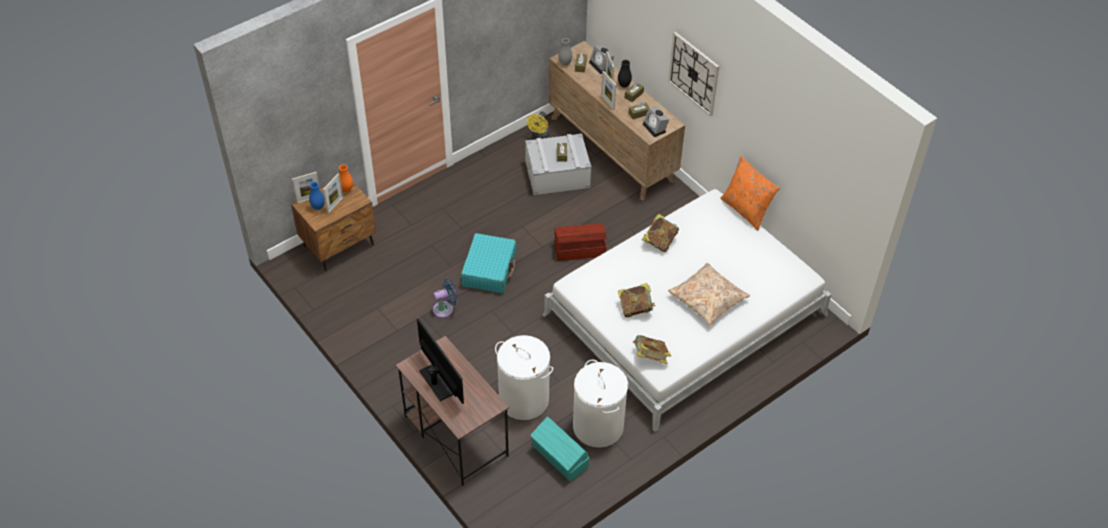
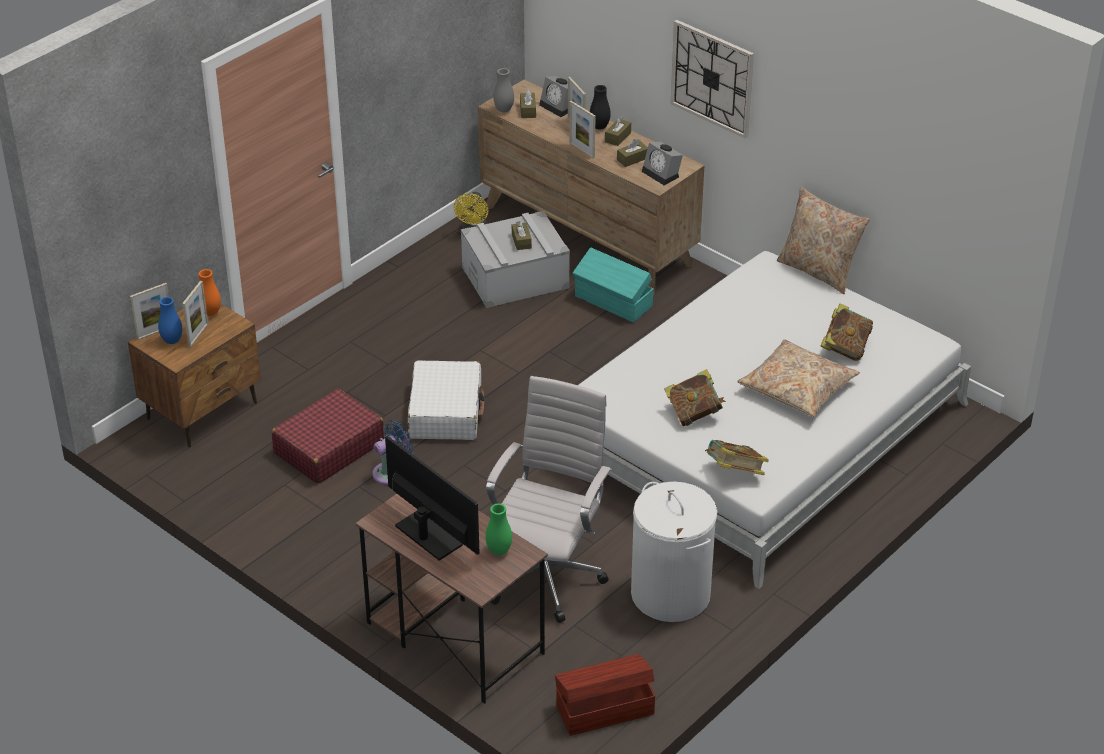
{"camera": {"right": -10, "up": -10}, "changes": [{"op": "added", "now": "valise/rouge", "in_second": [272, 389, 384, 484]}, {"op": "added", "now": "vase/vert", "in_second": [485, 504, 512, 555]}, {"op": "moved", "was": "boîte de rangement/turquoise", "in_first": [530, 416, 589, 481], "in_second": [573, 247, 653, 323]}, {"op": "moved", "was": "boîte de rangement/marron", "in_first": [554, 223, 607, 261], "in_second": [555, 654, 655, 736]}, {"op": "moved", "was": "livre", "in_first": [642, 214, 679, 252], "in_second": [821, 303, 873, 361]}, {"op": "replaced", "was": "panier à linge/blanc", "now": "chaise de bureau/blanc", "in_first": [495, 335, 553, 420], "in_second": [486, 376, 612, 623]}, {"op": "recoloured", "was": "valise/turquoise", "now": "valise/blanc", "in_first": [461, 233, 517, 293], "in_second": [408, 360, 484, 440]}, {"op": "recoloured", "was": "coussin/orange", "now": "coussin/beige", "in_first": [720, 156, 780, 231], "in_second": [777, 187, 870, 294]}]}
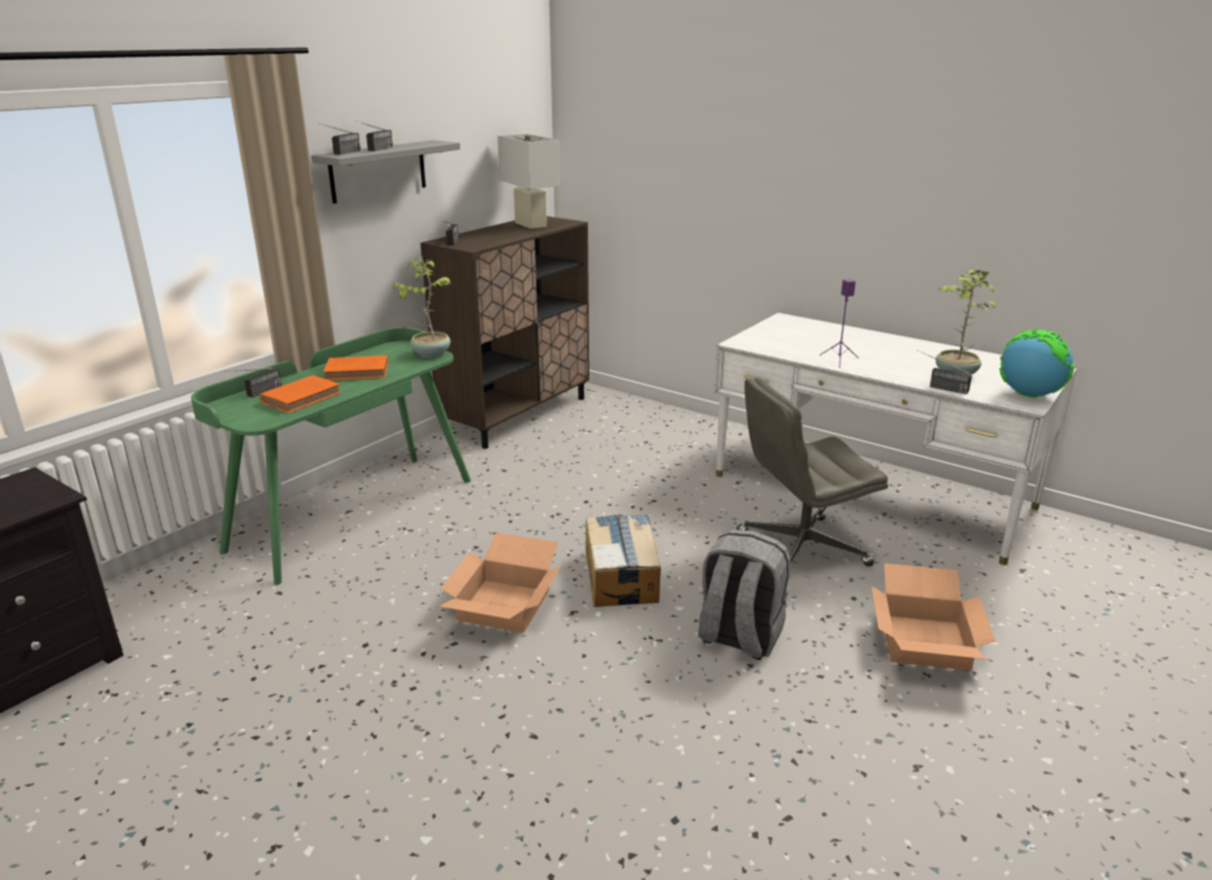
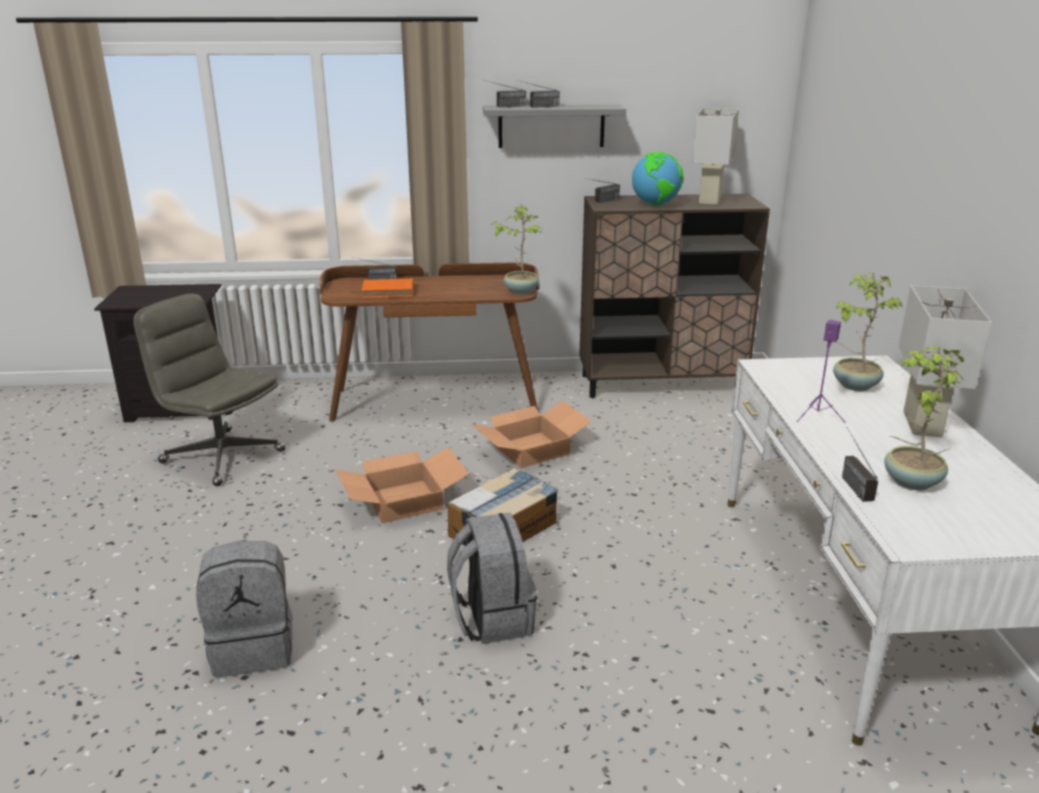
{"camera": {"right": 50, "up": 0}, "changes": [{"op": "removed", "was": "livre/orange", "in_first": [323, 355, 388, 380]}, {"op": "added", "now": "sac à dos/gris", "in_second": [196, 541, 292, 677]}, {"op": "added", "now": "plante en pot", "in_second": [833, 272, 902, 391]}, {"op": "added", "now": "lampe de table/blanc", "in_second": [899, 285, 992, 437]}, {"op": "moved", "was": "chaise de bureau/gris", "in_first": [737, 377, 888, 581], "in_second": [133, 293, 286, 486]}, {"op": "moved", "was": "carton", "in_first": [871, 563, 995, 671], "in_second": [472, 401, 592, 468]}, {"op": "moved", "was": "globe", "in_first": [1000, 329, 1075, 398], "in_second": [632, 152, 683, 206]}, {"op": "recoloured", "was": "bureau/vert", "now": "bureau/marron", "in_first": [191, 327, 471, 585], "in_second": [320, 263, 539, 422]}]}
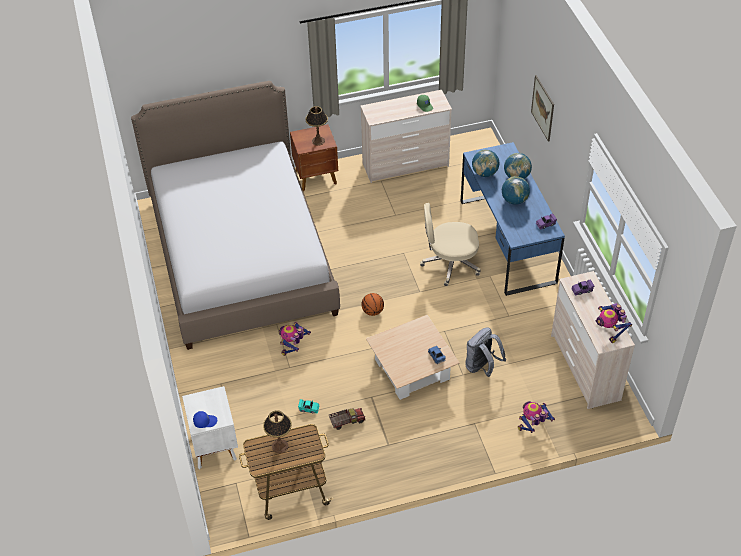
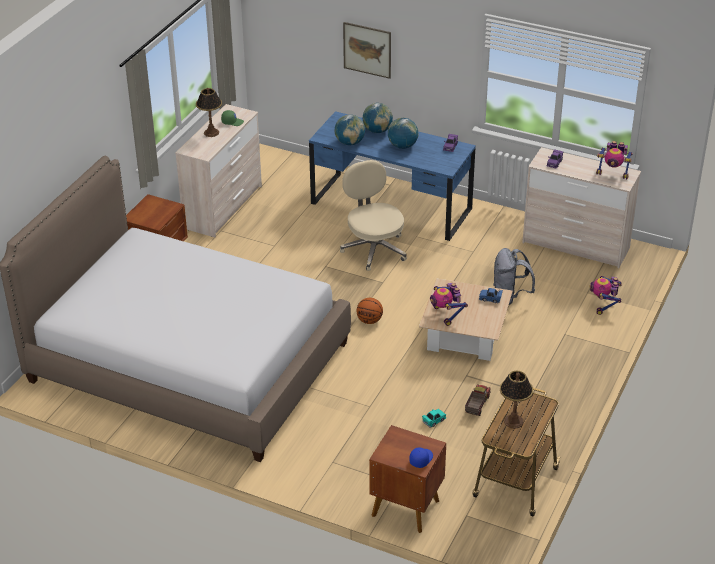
{"camera": {"right": -50, "up": -10}, "changes": [{"op": "moved", "was": "robot jouet", "in_first": [279, 322, 311, 356], "in_second": [430, 282, 468, 326]}, {"op": "moved", "was": "lampe de table", "in_first": [305, 106, 328, 146], "in_second": [196, 88, 222, 137]}, {"op": "recoloured", "was": "table de chevet/blanc", "now": "table de chevet/marron", "in_first": [182, 386, 238, 469], "in_second": [369, 425, 446, 533]}, {"op": "turned", "was": "chaise de bureau/beige", "in_first": [420, 203, 481, 286], "in_second": [340, 160, 407, 271], "clockwise": 120}]}
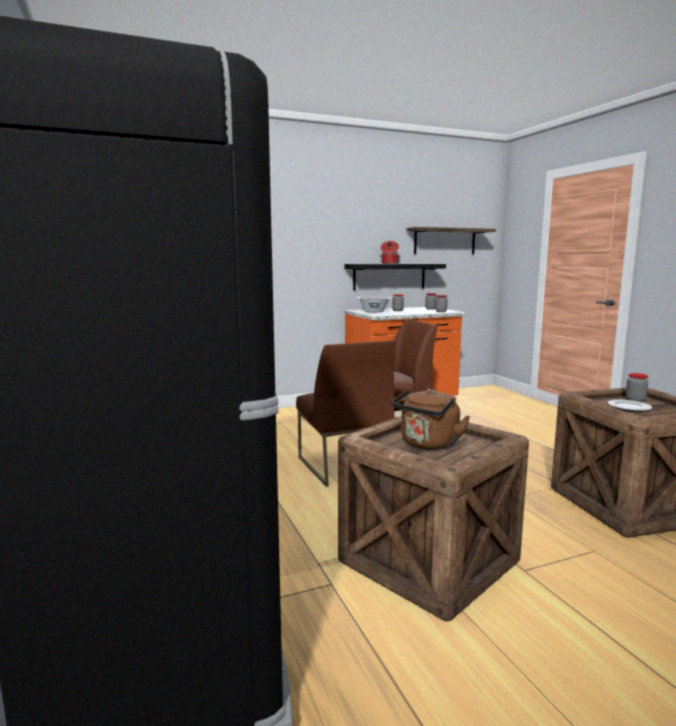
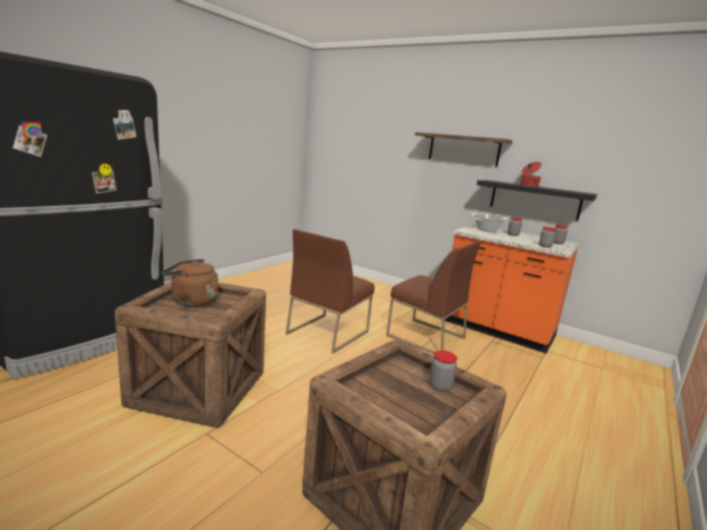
{"camera": {"right": 55, "up": 5}, "changes": [{"op": "removed", "was": "assiette", "in_first": [608, 400, 652, 412]}, {"op": "moved", "was": "étagère", "in_first": [407, 227, 496, 254], "in_second": [415, 132, 513, 167]}]}
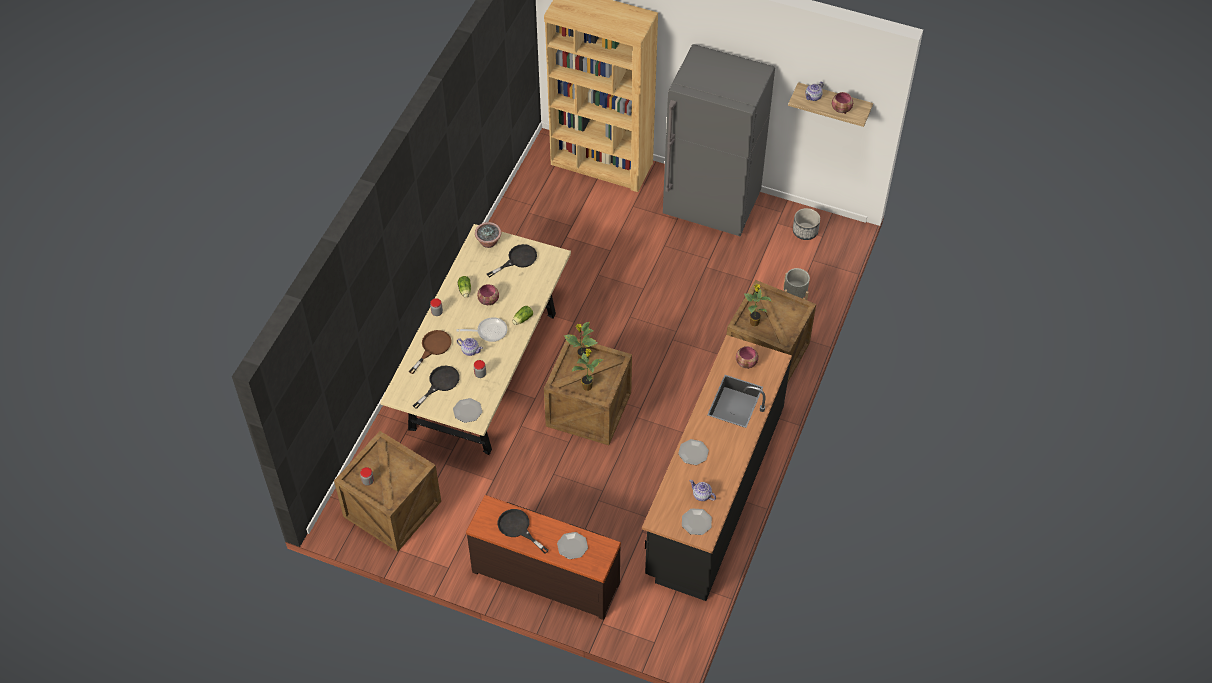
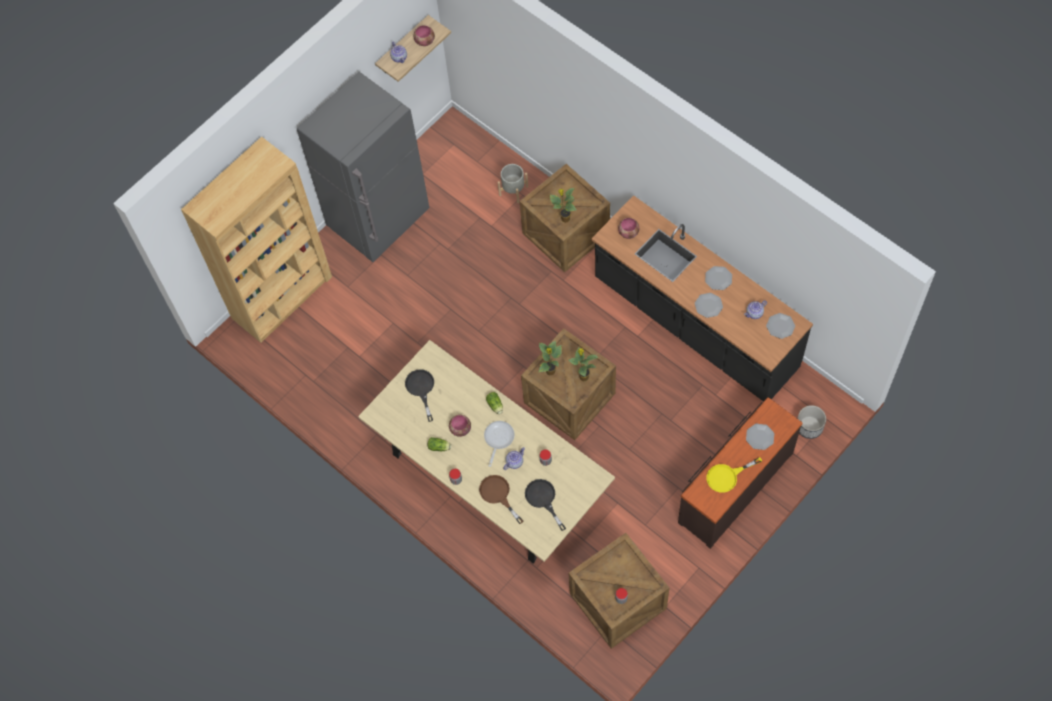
{"camera": {"right": -65, "up": 10}, "changes": [{"op": "removed", "was": "plante en pot", "in_first": [475, 222, 501, 248]}, {"op": "moved", "was": "assiette", "in_first": [453, 398, 482, 423], "in_second": [705, 266, 732, 290]}, {"op": "moved", "was": "cache-pot", "in_first": [793, 208, 820, 240], "in_second": [797, 405, 826, 439]}, {"op": "recoloured", "was": "poêle/noir", "now": "poêle/jaune", "in_first": [498, 509, 549, 554], "in_second": [706, 457, 762, 493]}]}
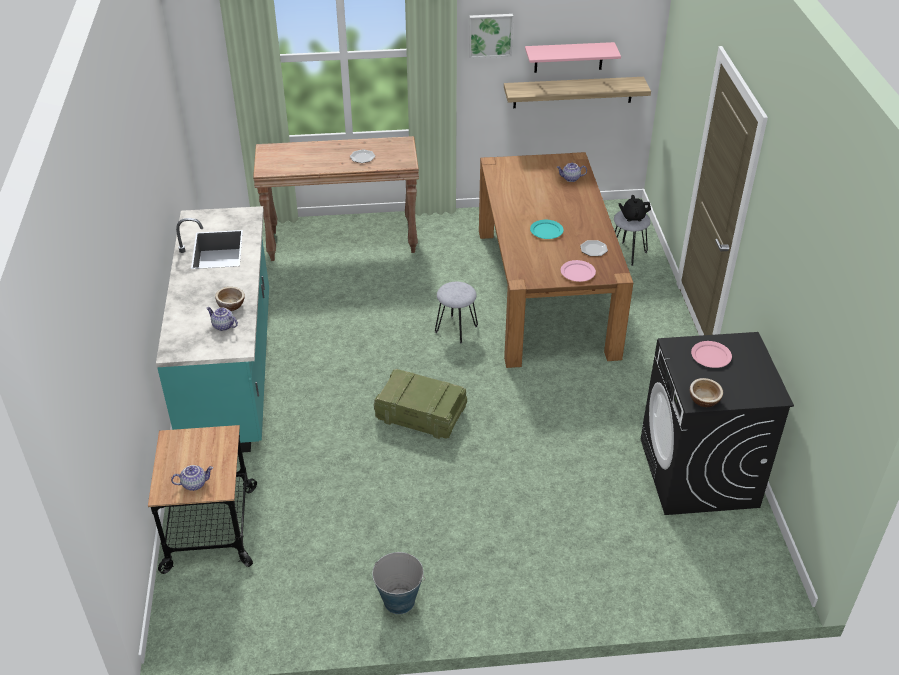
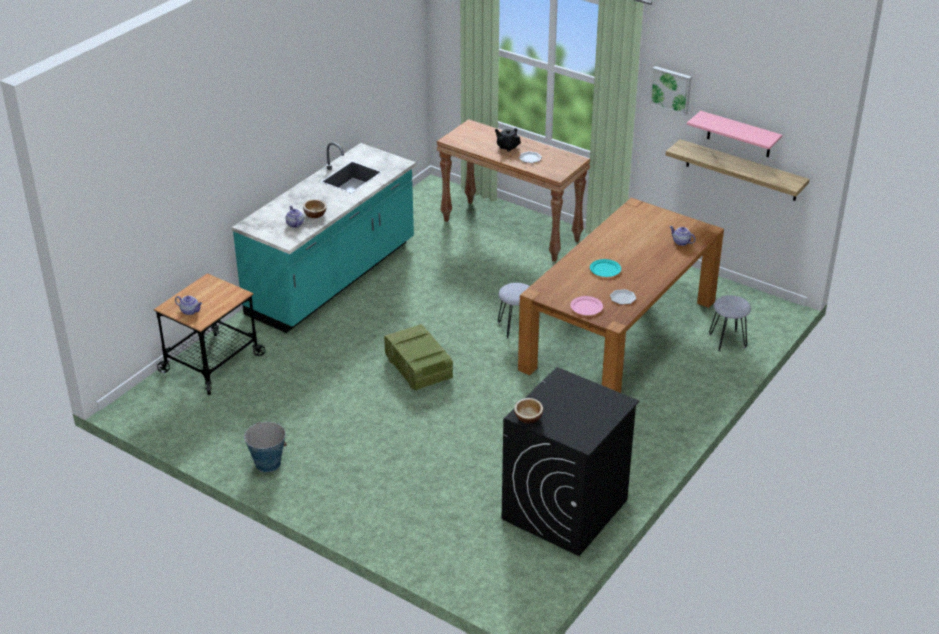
{"camera": {"right": 40, "up": -5}, "changes": [{"op": "removed", "was": "assiette/rose", "in_first": [691, 341, 732, 368]}, {"op": "moved", "was": "théière/noir", "in_first": [618, 195, 651, 222], "in_second": [495, 128, 521, 152]}]}
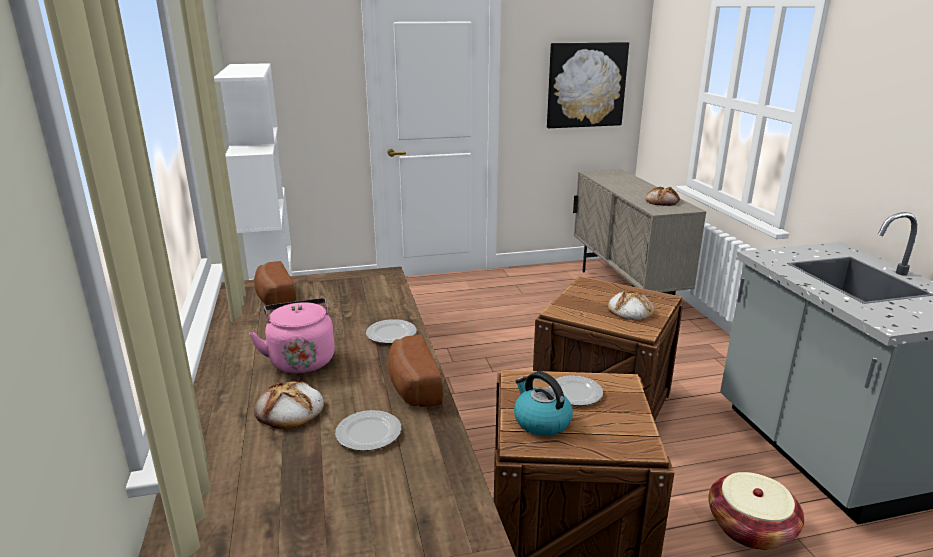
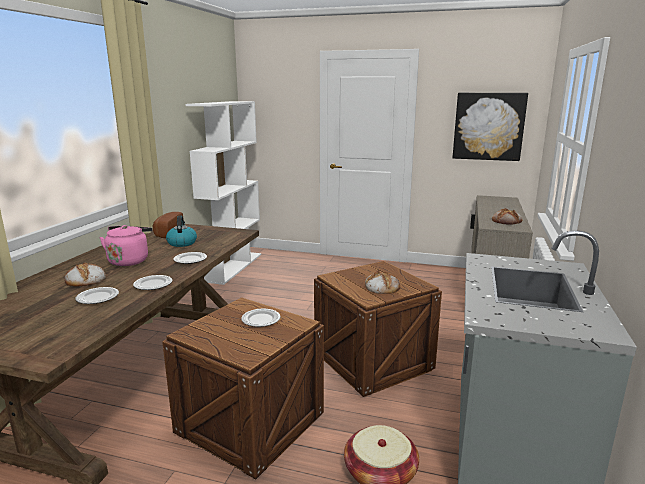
{"camera": {"right": 30, "up": -5}, "changes": [{"op": "moved", "was": "bouilloire", "in_first": [514, 371, 573, 436], "in_second": [166, 215, 197, 247]}, {"op": "replaced", "was": "pain", "now": "assiette", "in_first": [388, 335, 443, 407], "in_second": [133, 275, 172, 290]}]}
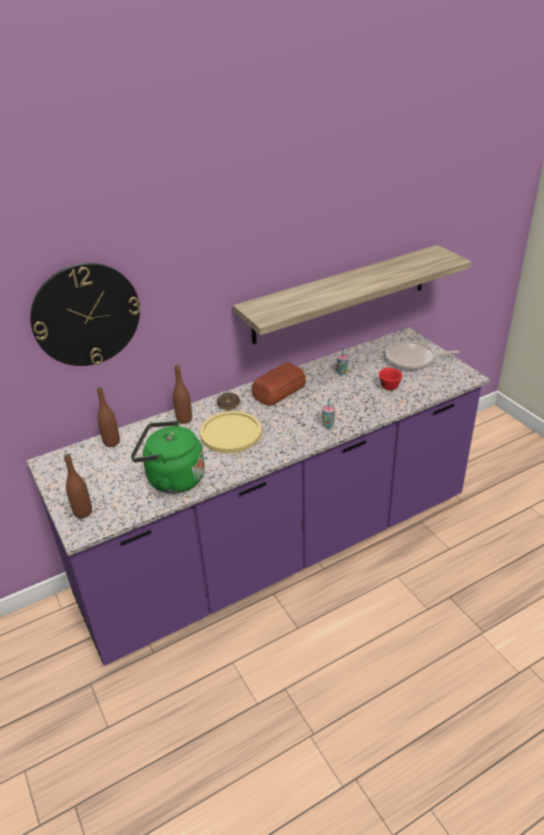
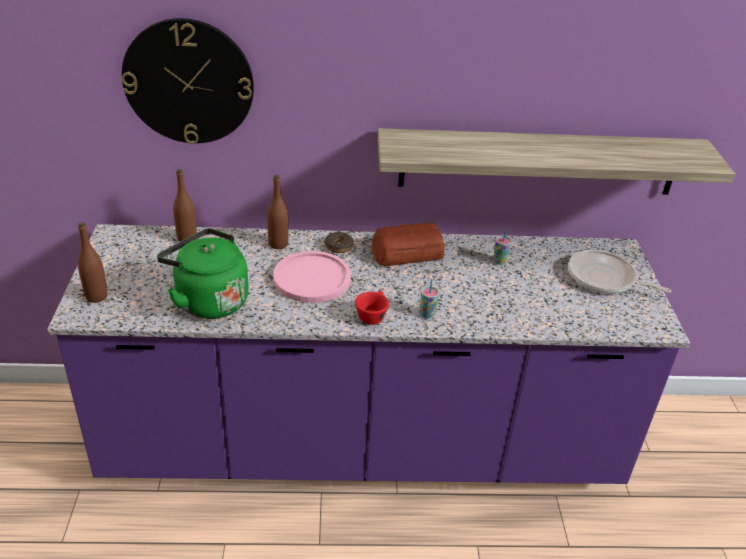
{"camera": {"right": 25, "up": 0}, "changes": [{"op": "moved", "was": "tasse/rouge", "in_first": [379, 367, 402, 390], "in_second": [355, 291, 389, 325]}, {"op": "recoloured", "was": "assiette/jaune", "now": "assiette/rose", "in_first": [200, 411, 262, 453], "in_second": [273, 251, 351, 303]}]}
